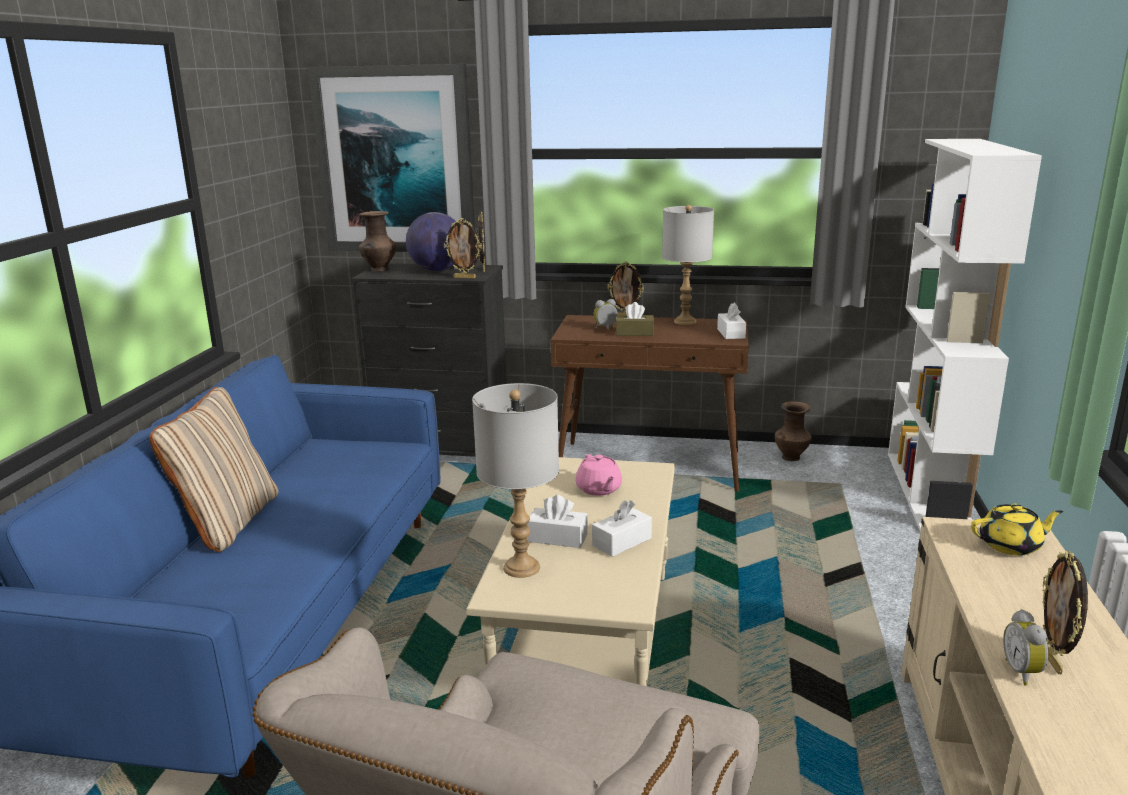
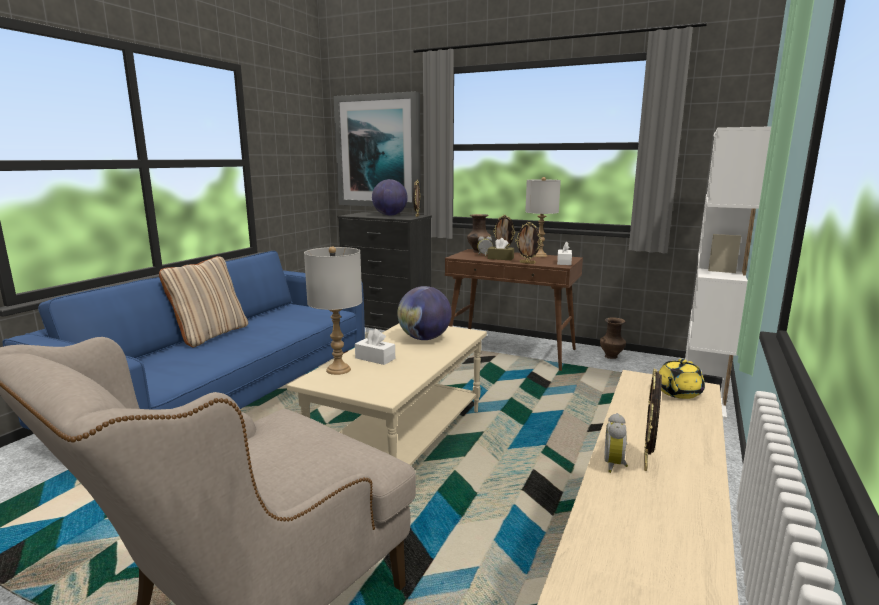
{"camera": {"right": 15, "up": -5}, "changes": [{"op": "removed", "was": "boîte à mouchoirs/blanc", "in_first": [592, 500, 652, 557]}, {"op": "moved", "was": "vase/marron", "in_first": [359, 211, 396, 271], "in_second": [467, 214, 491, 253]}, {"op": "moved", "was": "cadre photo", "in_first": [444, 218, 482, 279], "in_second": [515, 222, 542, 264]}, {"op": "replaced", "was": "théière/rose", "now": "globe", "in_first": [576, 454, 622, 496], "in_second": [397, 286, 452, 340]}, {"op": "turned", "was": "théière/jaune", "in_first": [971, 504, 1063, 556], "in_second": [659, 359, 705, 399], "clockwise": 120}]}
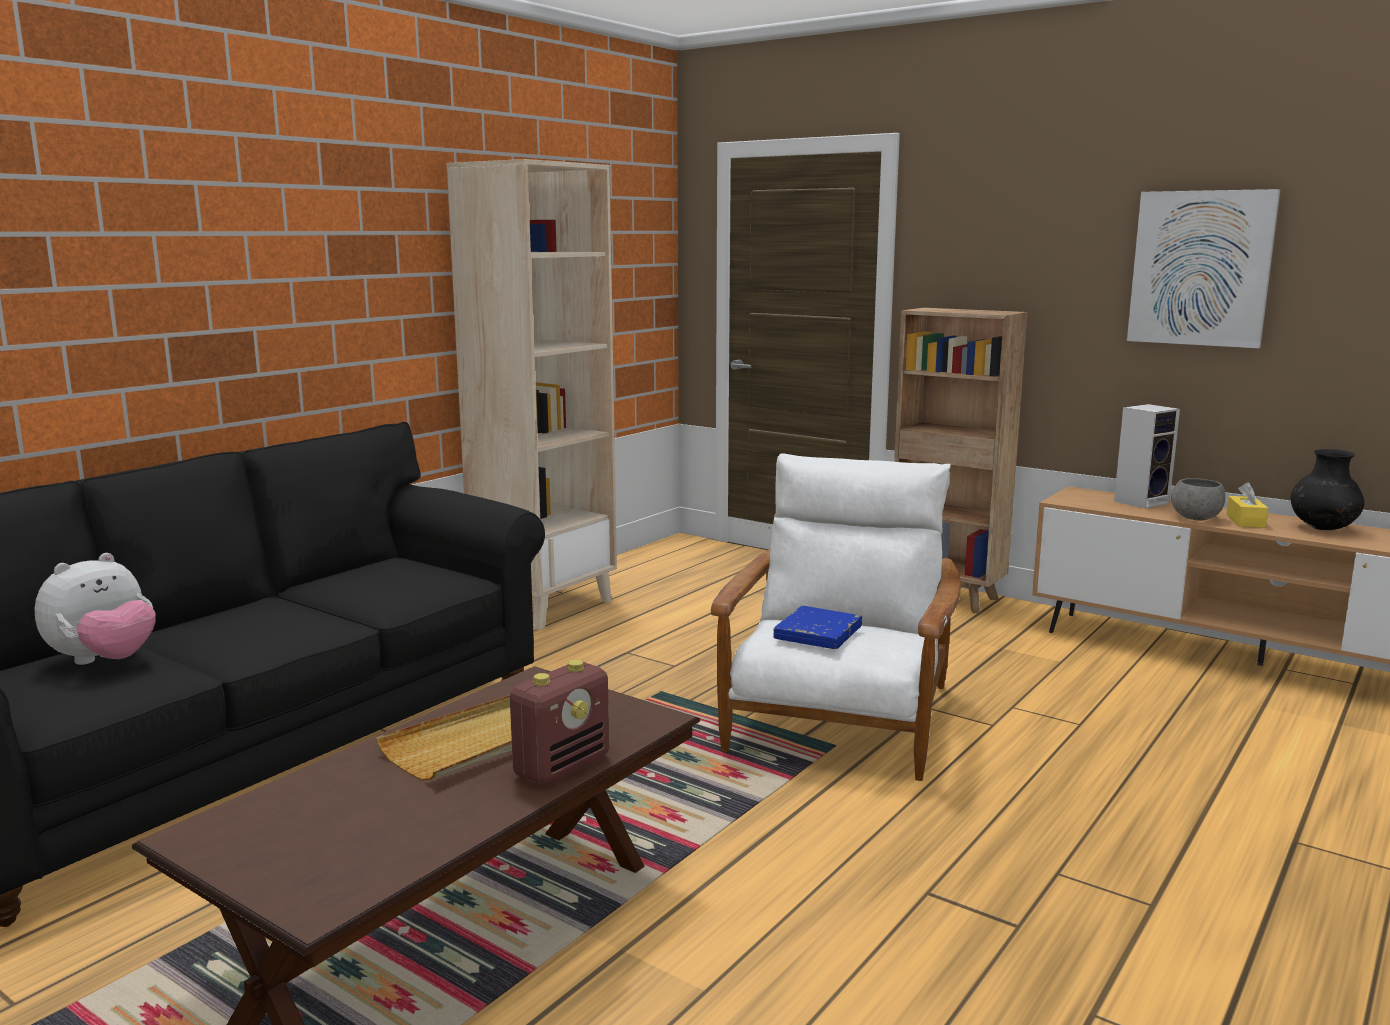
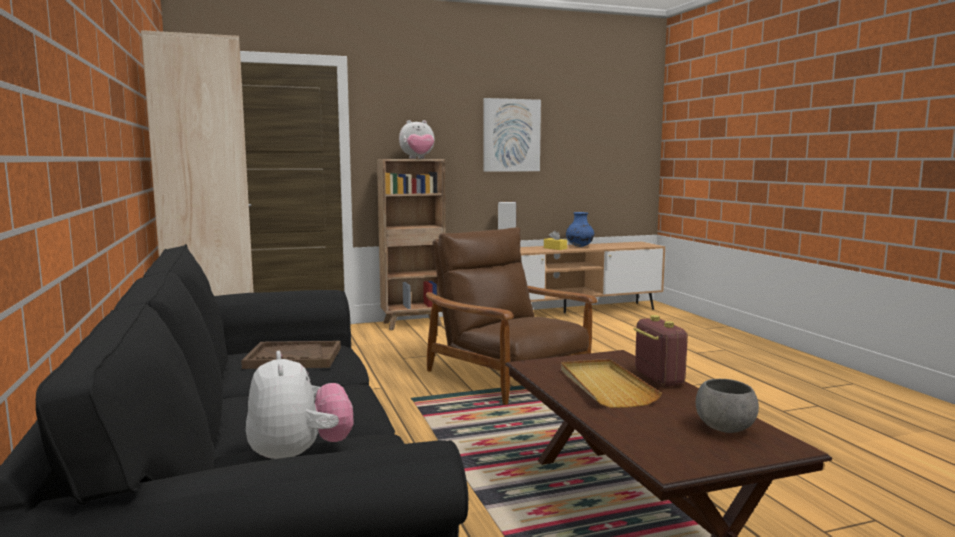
{"camera": {"right": -55, "up": -5}, "changes": [{"op": "removed", "was": "livre/bleu", "in_first": [773, 606, 862, 649]}, {"op": "added", "now": "plateau/marron", "in_second": [241, 341, 341, 369]}, {"op": "added", "now": "peluche", "in_second": [399, 120, 435, 159]}, {"op": "moved", "was": "bol/gris", "in_first": [1171, 478, 1226, 521], "in_second": [696, 379, 759, 433]}, {"op": "recoloured", "was": "fauteuil/blanc", "now": "fauteuil/marron", "in_first": [711, 453, 961, 781], "in_second": [426, 227, 597, 405]}, {"op": "recoloured", "was": "vase/noir", "now": "vase/bleu", "in_first": [1290, 449, 1365, 530], "in_second": [566, 212, 594, 247]}]}
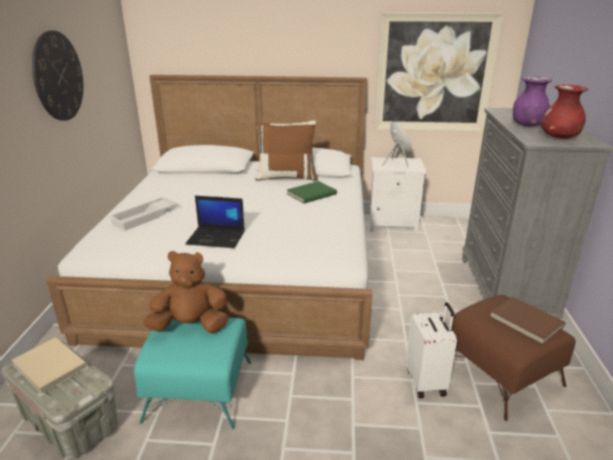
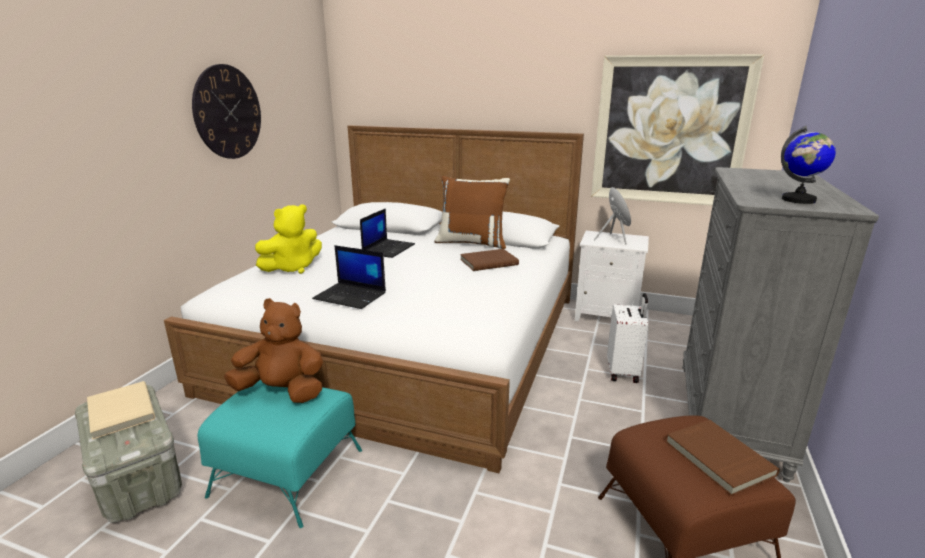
{"camera": {"right": 15, "up": -5}, "changes": [{"op": "removed", "was": "vase/violet", "in_first": [513, 77, 552, 126]}, {"op": "added", "now": "ordinateur portable", "in_second": [360, 208, 415, 258]}, {"op": "moved", "was": "valise/blanc", "in_first": [406, 302, 457, 398], "in_second": [607, 293, 648, 383]}, {"op": "replaced", "was": "plateau/blanc", "now": "peluche/jaune", "in_first": [109, 197, 178, 231], "in_second": [255, 205, 322, 274]}, {"op": "replaced", "was": "vase/rouge", "now": "globe", "in_first": [540, 84, 588, 139], "in_second": [781, 126, 836, 204]}, {"op": "recoloured", "was": "livre/vert", "now": "livre/marron", "in_first": [287, 181, 337, 203], "in_second": [460, 249, 519, 271]}]}
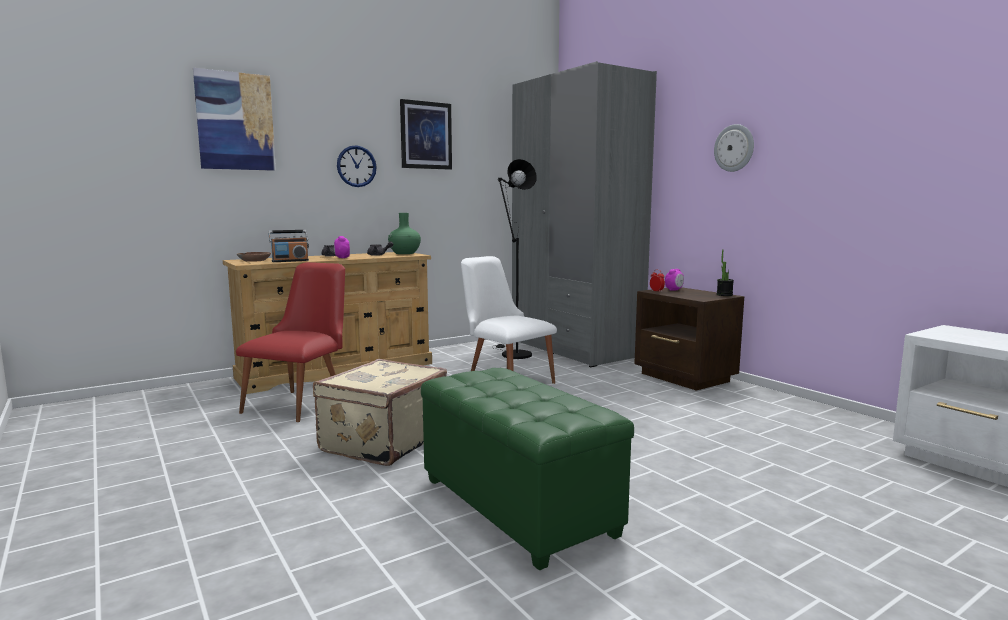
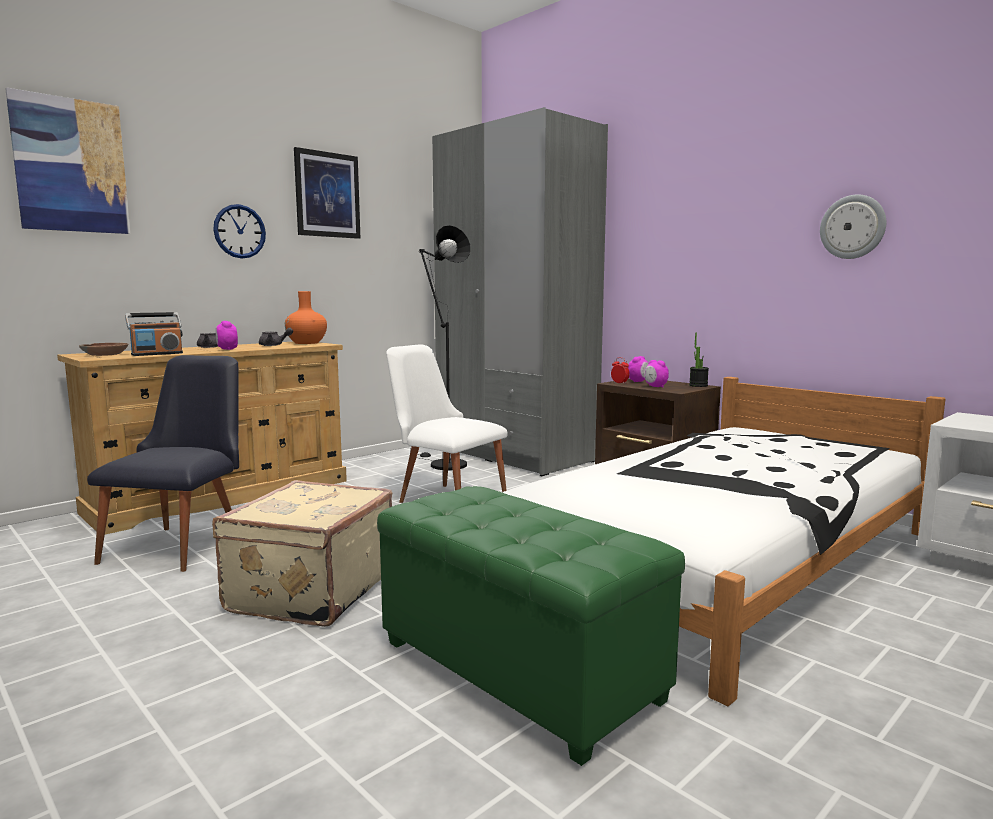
{"camera": {"right": -10, "up": 0}, "changes": [{"op": "added", "now": "lit/blanc", "in_second": [502, 377, 946, 706]}, {"op": "added", "now": "réveil", "in_second": [645, 360, 669, 387]}, {"op": "moved", "was": "horloge murale", "in_first": [714, 124, 754, 172], "in_second": [820, 194, 886, 259]}, {"op": "recoloured", "was": "chaise/rouge", "now": "chaise/noir", "in_first": [236, 262, 345, 422], "in_second": [87, 355, 239, 572]}, {"op": "recoloured", "was": "vase/vert", "now": "vase/orange", "in_first": [388, 213, 421, 254], "in_second": [285, 291, 327, 344]}]}
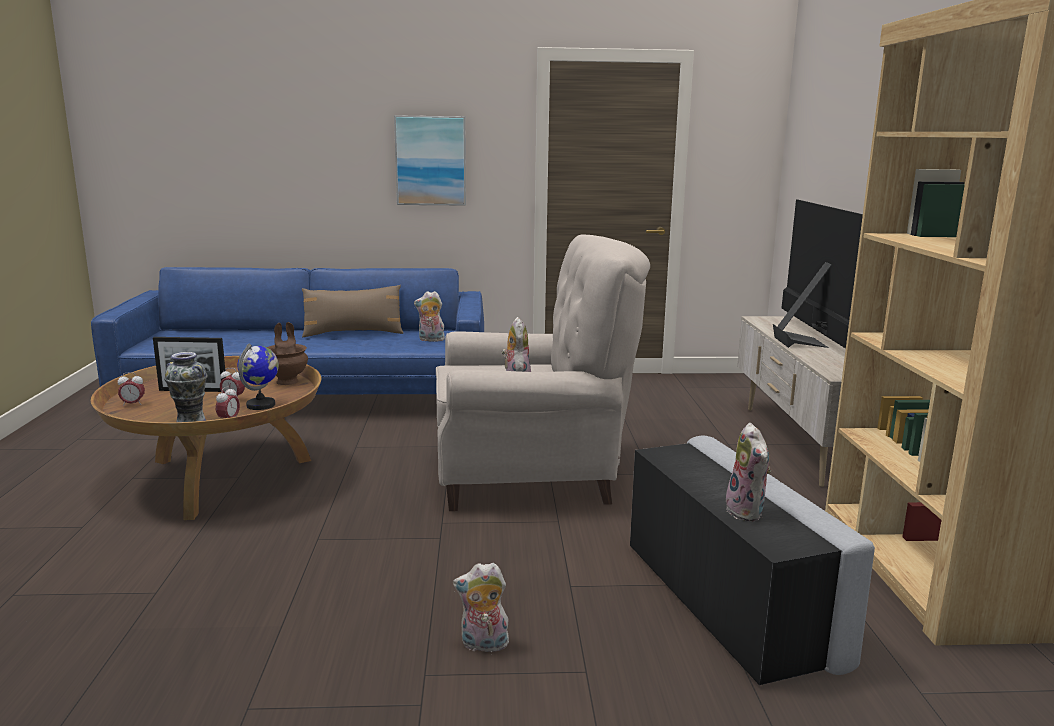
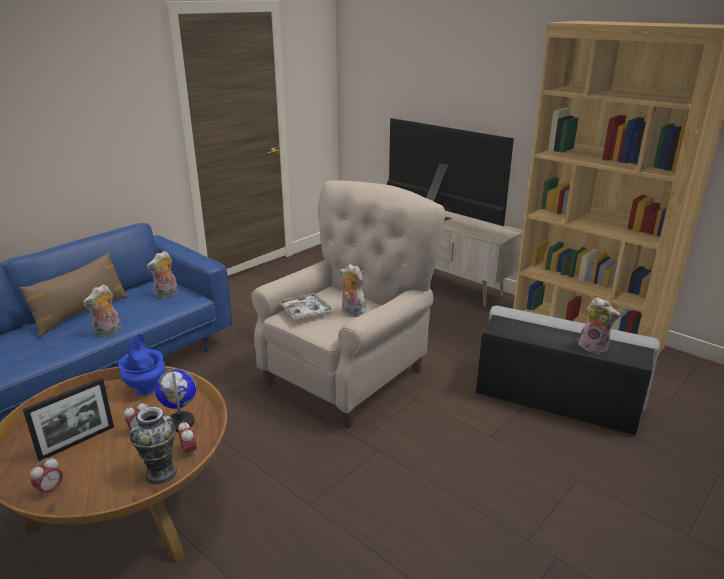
{"camera": {"right": -45, "up": 10}, "changes": [{"op": "removed", "was": "tableau", "in_first": [394, 115, 466, 206]}, {"op": "added", "now": "plateau", "in_second": [279, 293, 335, 320]}, {"op": "moved", "was": "peluche", "in_first": [453, 563, 512, 652], "in_second": [83, 285, 121, 338]}, {"op": "recoloured", "was": "vase/marron", "now": "vase/bleu", "in_first": [267, 322, 308, 385], "in_second": [118, 334, 165, 396]}]}
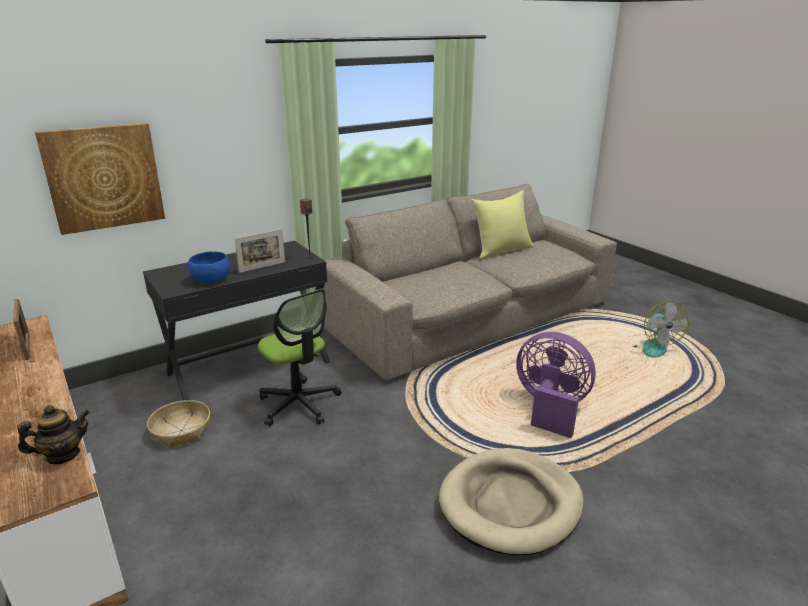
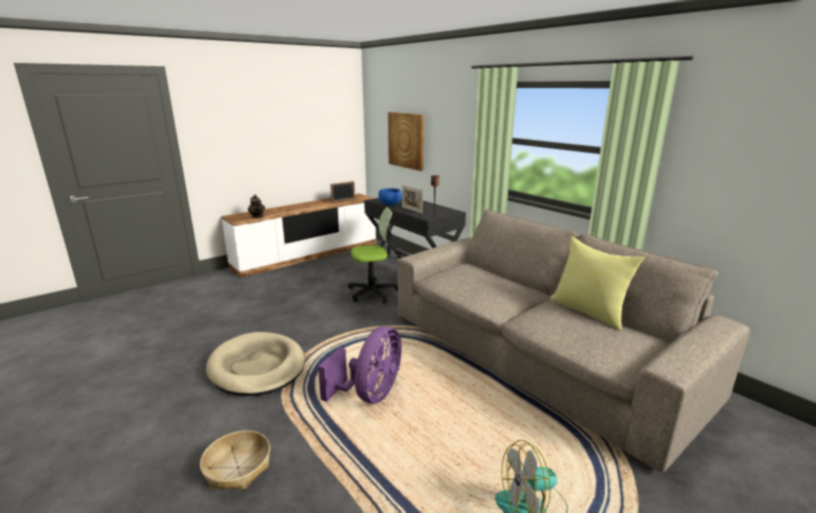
{"camera": {"right": 85, "up": -5}, "changes": [{"op": "moved", "was": "panier", "in_first": [147, 400, 210, 448], "in_second": [200, 430, 270, 490]}, {"op": "turned", "was": "chaise de bureau", "in_first": [258, 289, 341, 426], "in_second": [348, 207, 398, 303], "clockwise": -150}]}
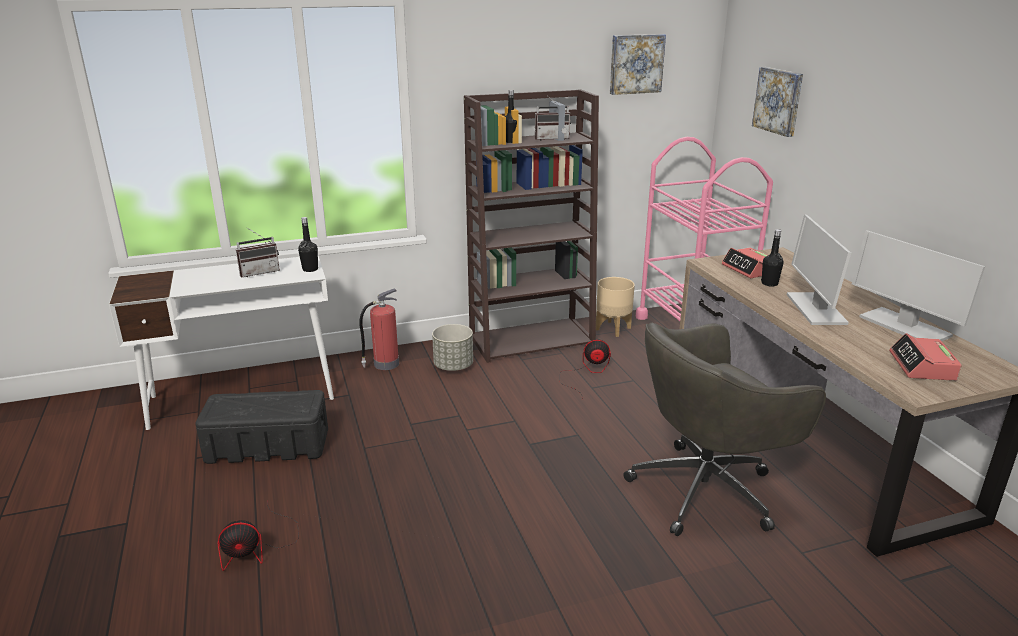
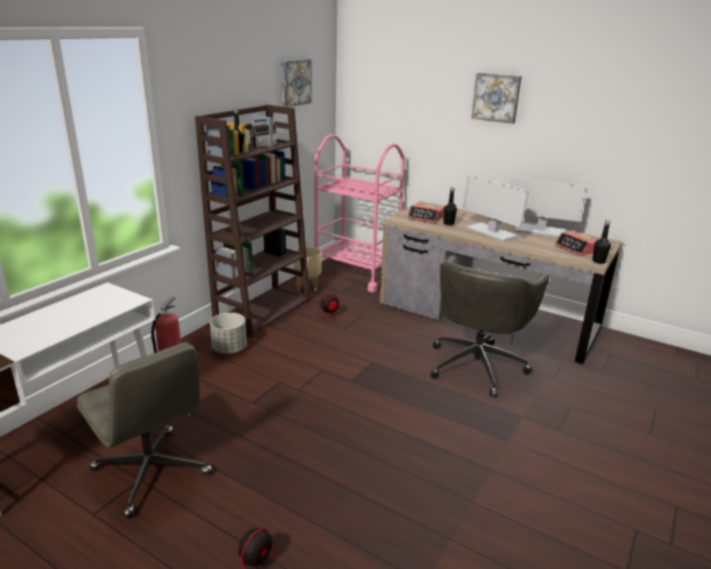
{"camera": {"right": -40, "up": 0}, "changes": [{"op": "removed", "was": "radio", "in_first": [236, 227, 280, 277]}, {"op": "moved", "was": "bouteille/noir", "in_first": [298, 217, 318, 272], "in_second": [592, 219, 611, 264]}, {"op": "moved", "was": "tableau", "in_first": [752, 67, 803, 137], "in_second": [471, 73, 522, 124]}, {"op": "replaced", "was": "boîte de rangement/noir", "now": "chaise de bureau/gris", "in_first": [195, 390, 328, 464], "in_second": [77, 342, 212, 518]}]}
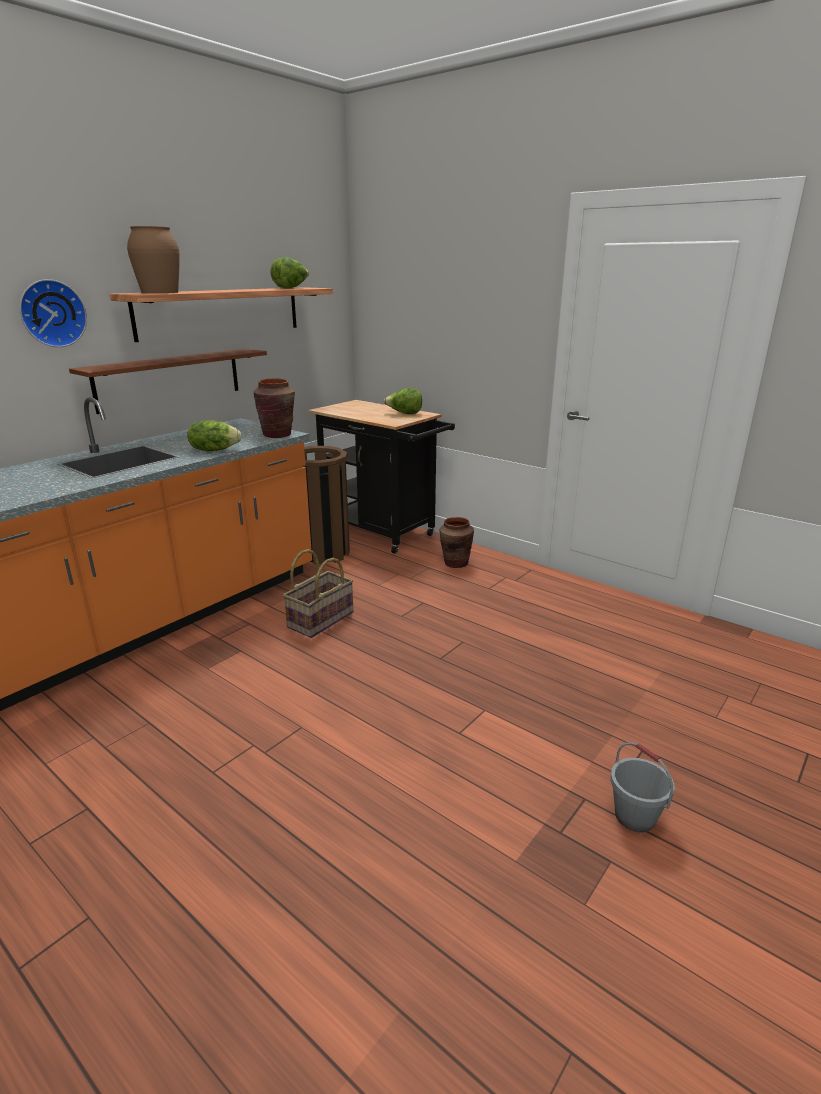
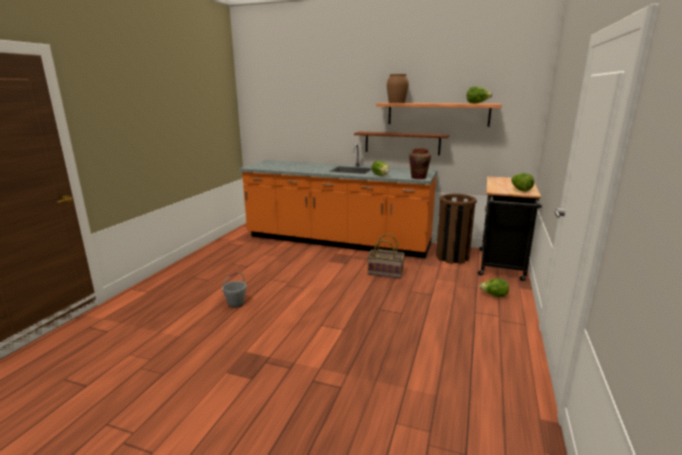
{"camera": {"right": 70, "up": -5}, "changes": [{"op": "removed", "was": "horloge murale", "in_first": [19, 279, 87, 347]}, {"op": "moved", "was": "seau/gris", "in_first": [610, 742, 675, 832], "in_second": [222, 272, 247, 308]}, {"op": "replaced", "was": "vase/marron", "now": "laitue", "in_first": [439, 517, 474, 568], "in_second": [479, 278, 509, 297]}]}
